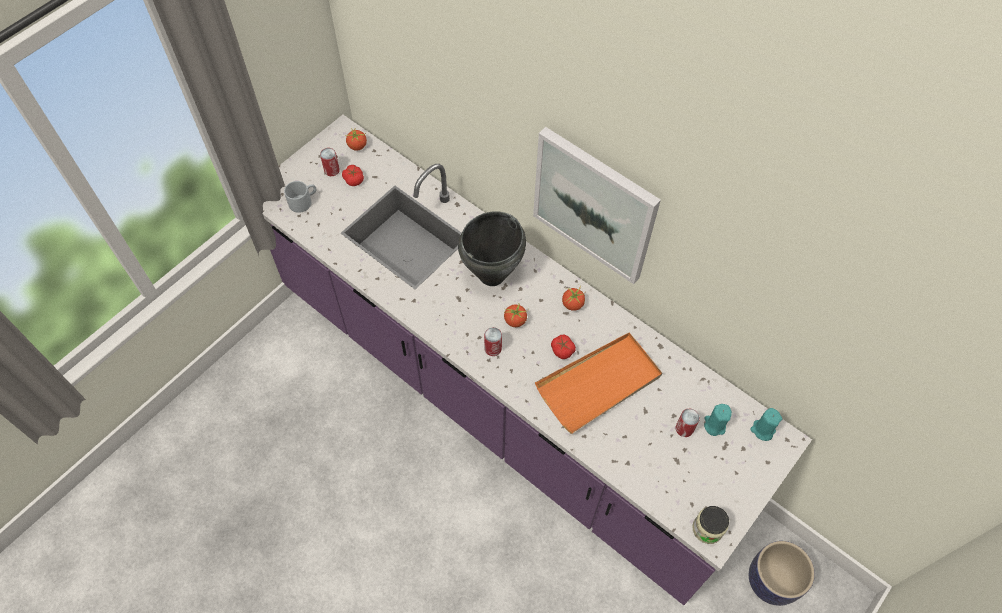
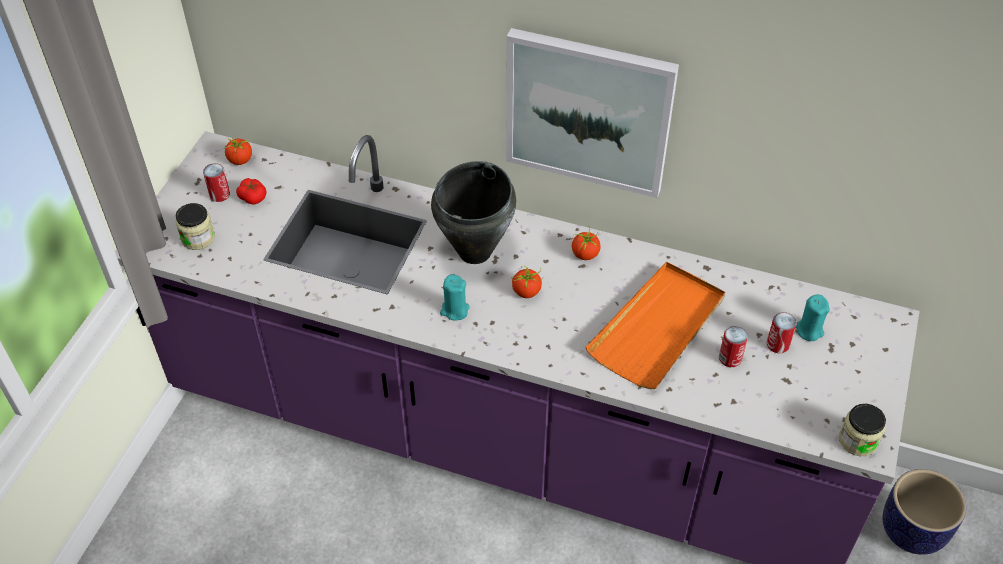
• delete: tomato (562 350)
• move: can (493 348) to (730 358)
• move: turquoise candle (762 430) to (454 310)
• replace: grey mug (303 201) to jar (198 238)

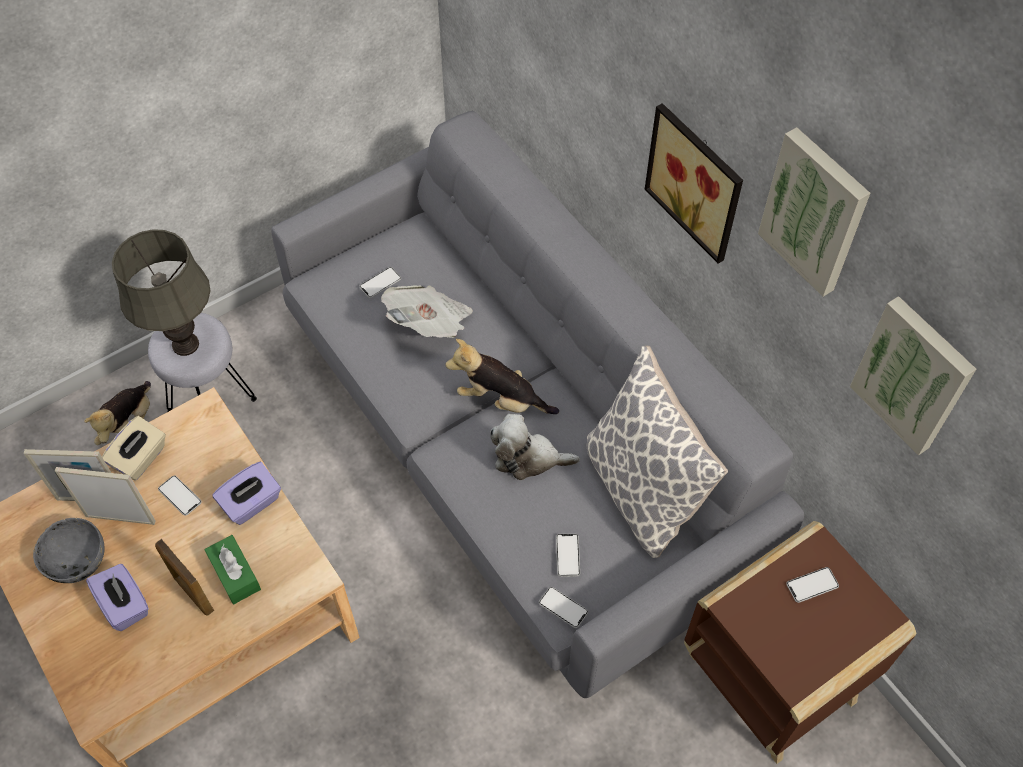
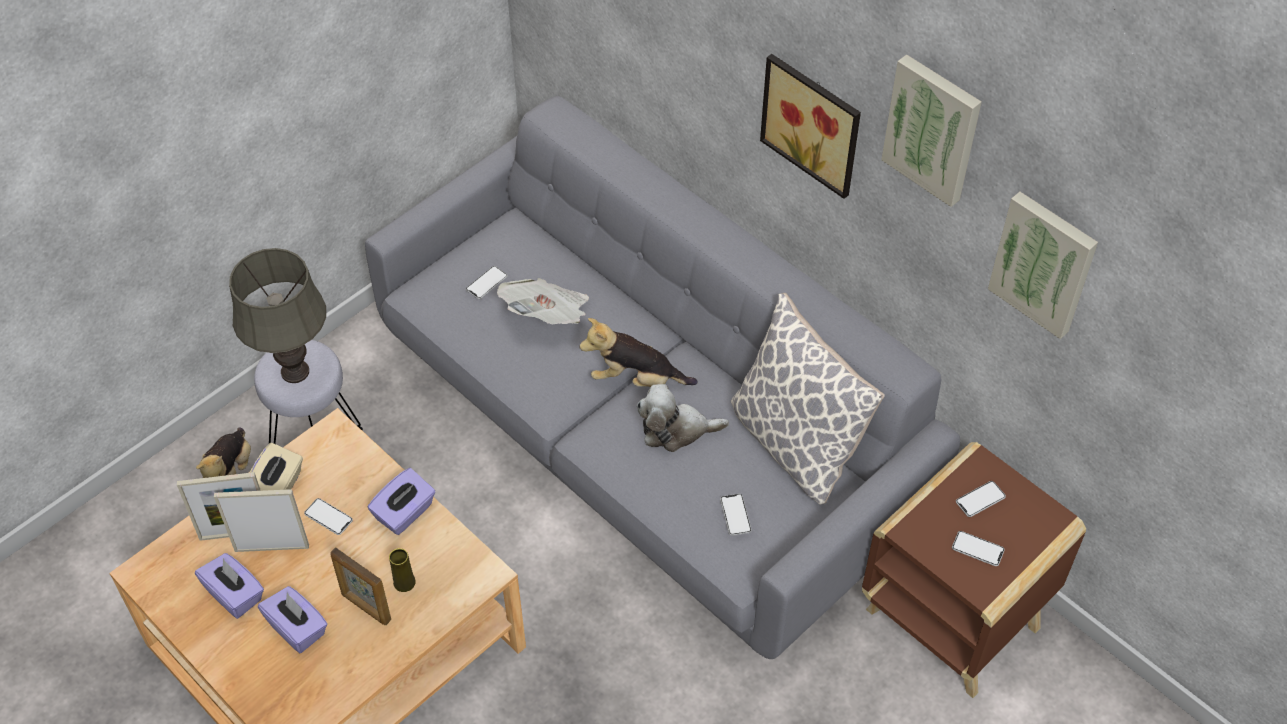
• move: phone (563 607) to (977 549)
• replace: grey bowl (75 560) to purple tissue box (235 594)
• replace: green tissue box (235 574) to yellow vase (404 582)

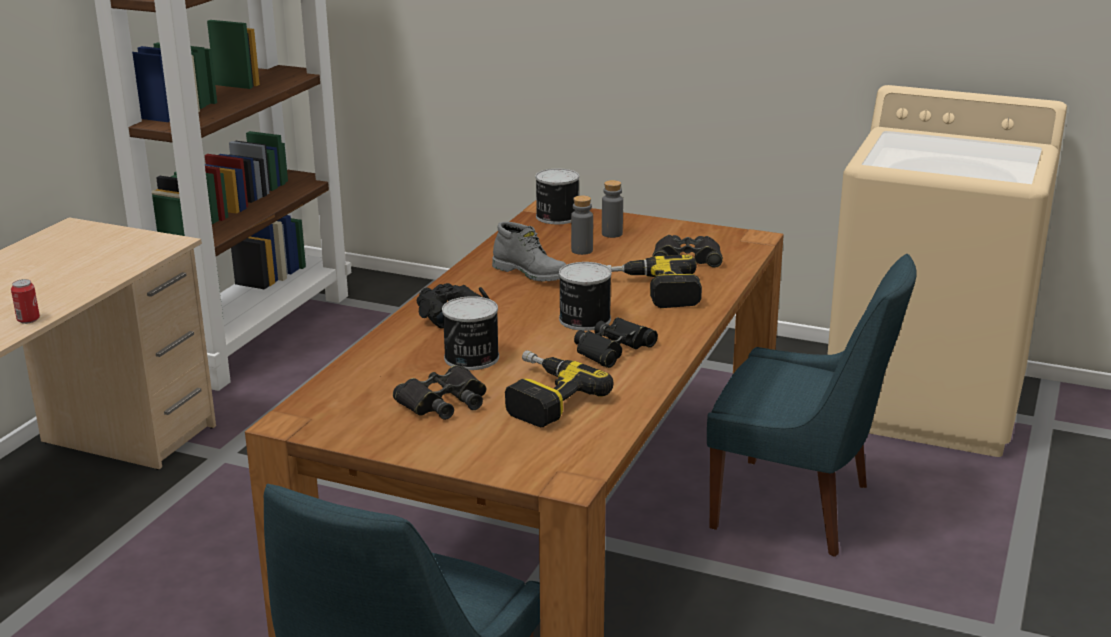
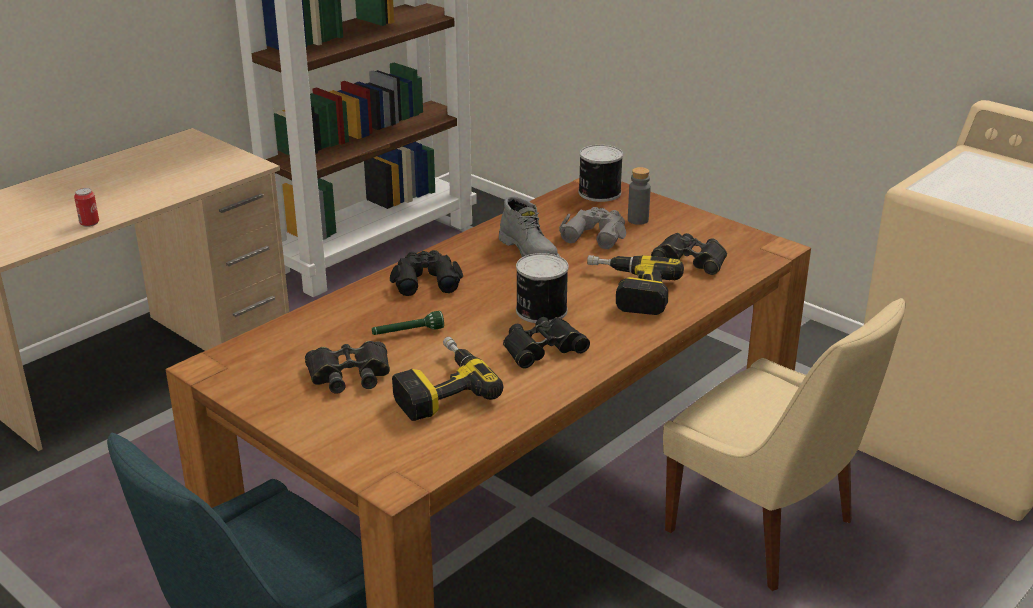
• replace: can (471 358) to green flashlight (407 333)
• replace: grey bottle (582 250) to grey binoculars (595 234)
• recolor: blue chair (798 508) to beige chair (766 529)

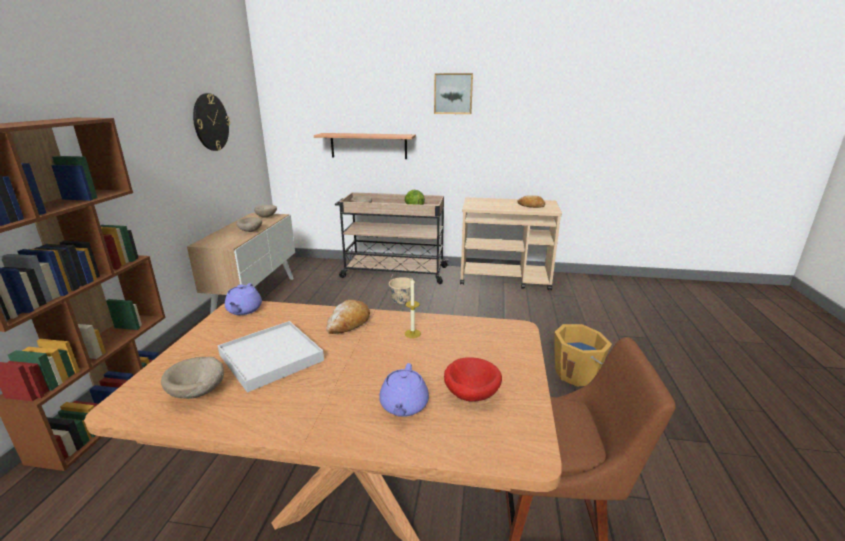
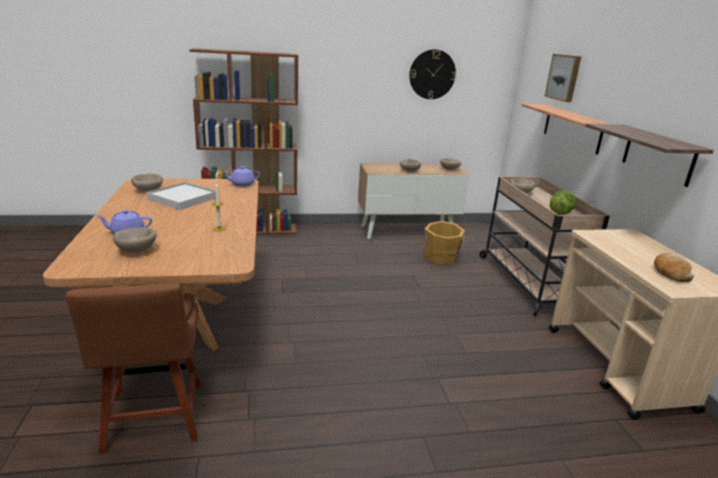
• delete: bread (348 323)
• delete: beige bucket (401 299)
• insert: shelf (658 154)
• move: picture (453 93) to (564 77)
• move: orange bucket (577 374) to (441 258)
• recolor: red bowl (470 393) to beige bowl (137 250)

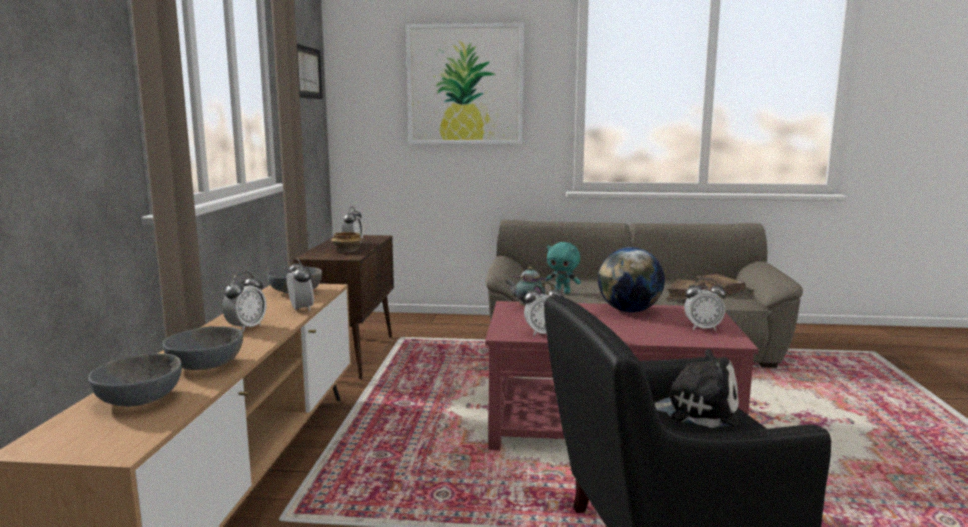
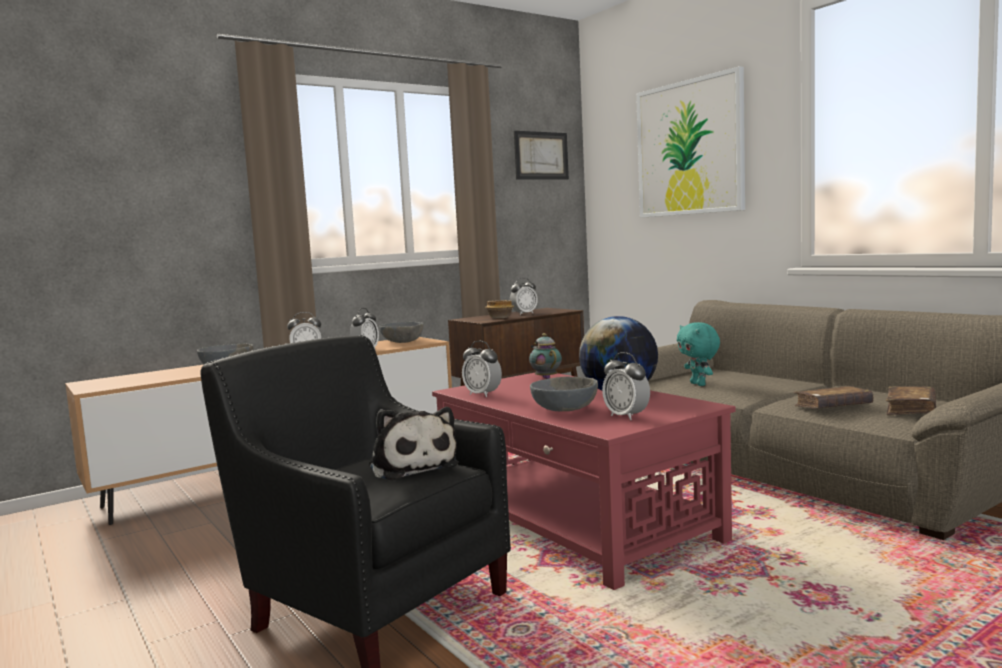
• move: grey bowl (138 400) to (564 409)

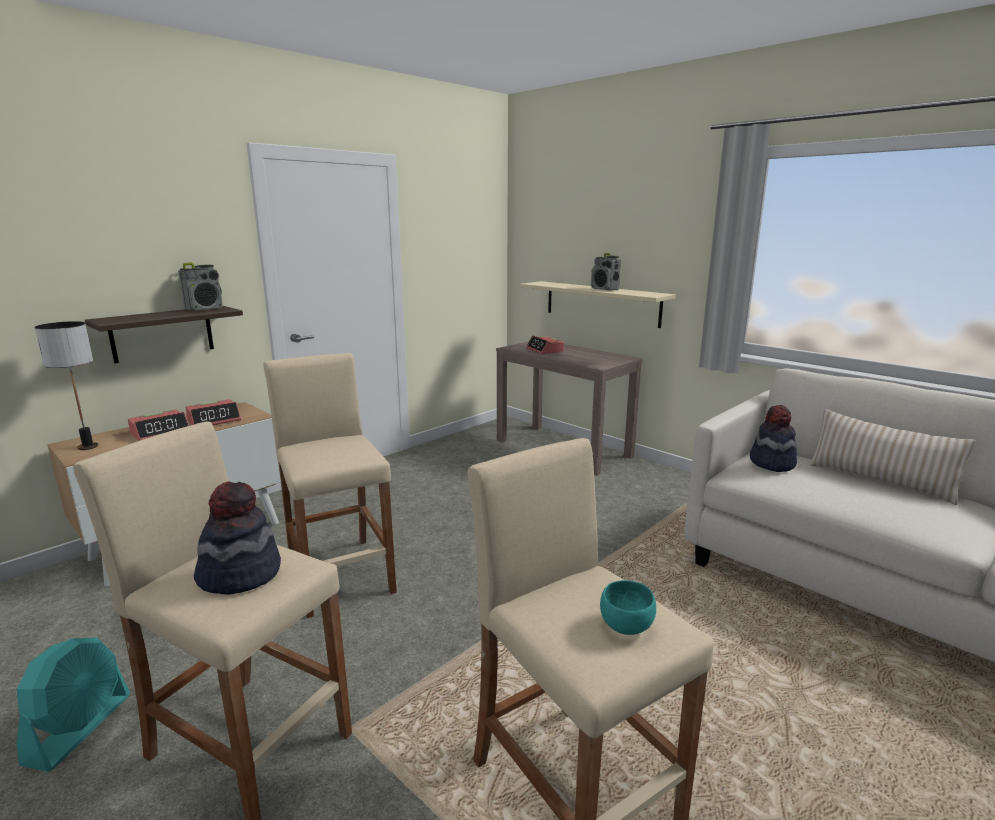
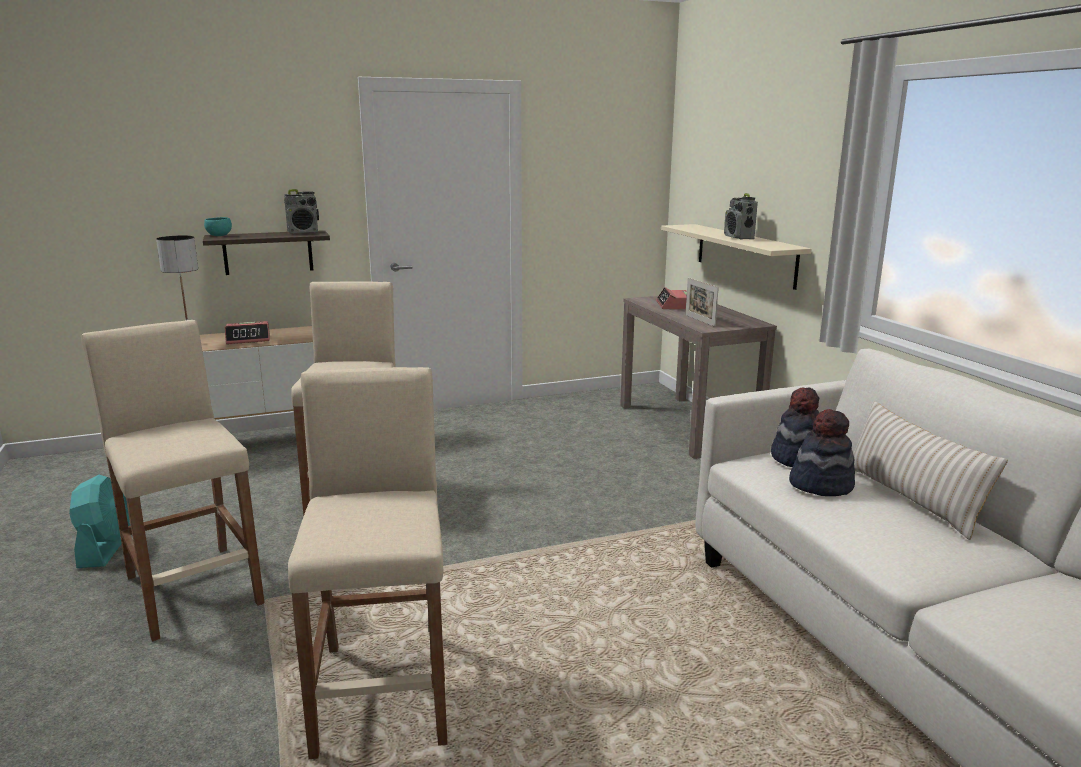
• delete: alarm clock (214 420)
• insert: picture frame (700 320)
• move: hat (240 574) to (821 484)
• move: turquoise bowl (626 628) to (218 236)
• rotate: turquoise fan (79 728) = (105 548) 45 degrees counterclockwise

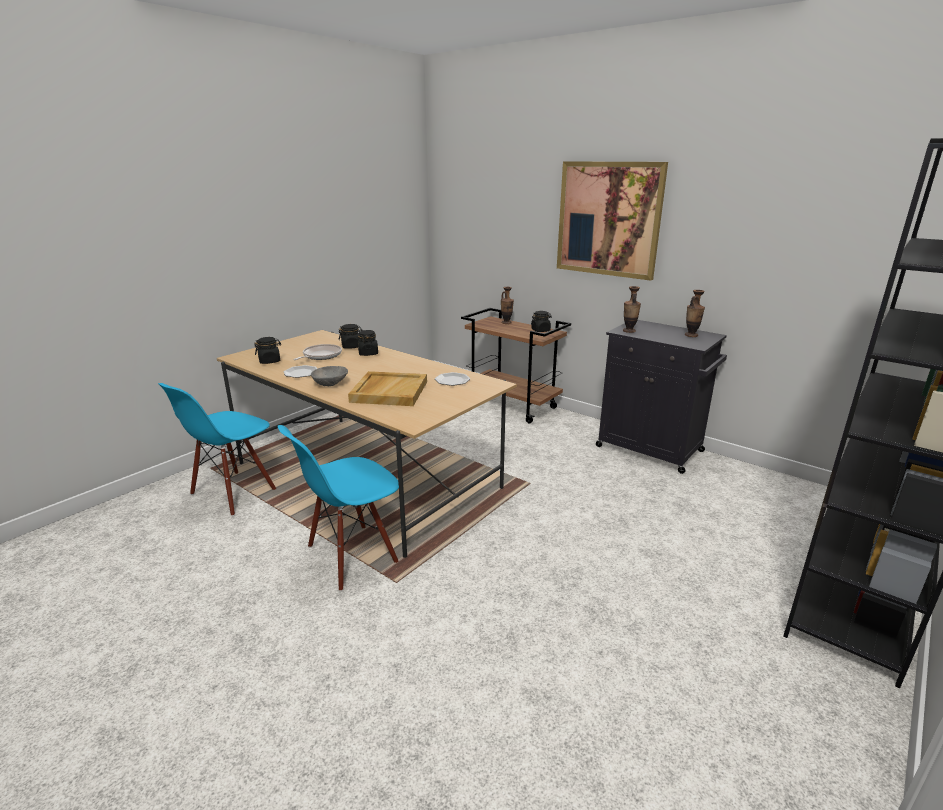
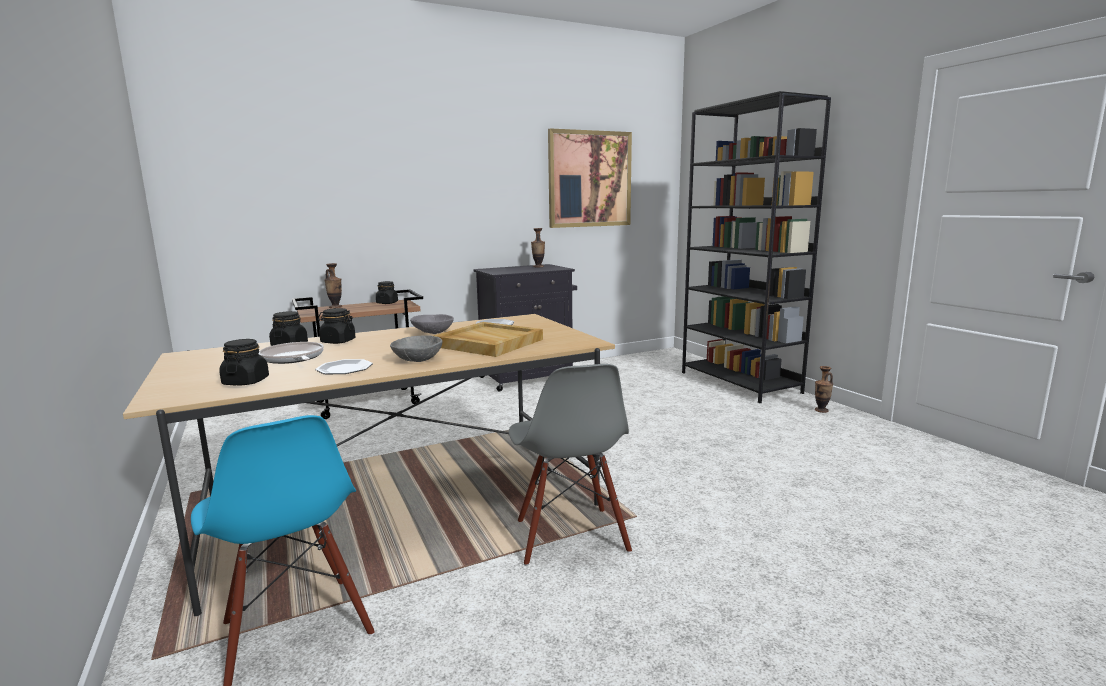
• insert: grey bowl (432 333)
• move: picture (608 219) to (590 179)
• move: vase (629 331) to (821 410)
• recolor: blue chair (352 556) to grey chair (570 536)

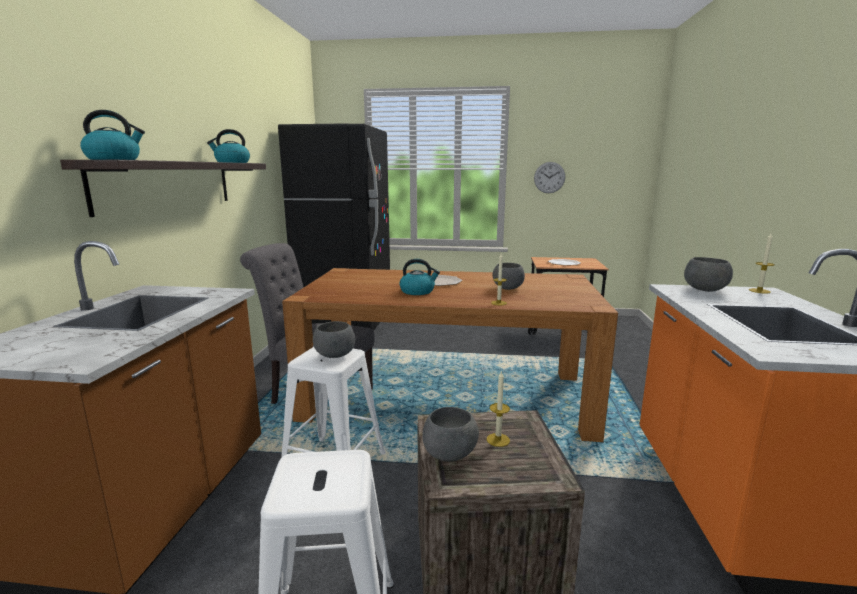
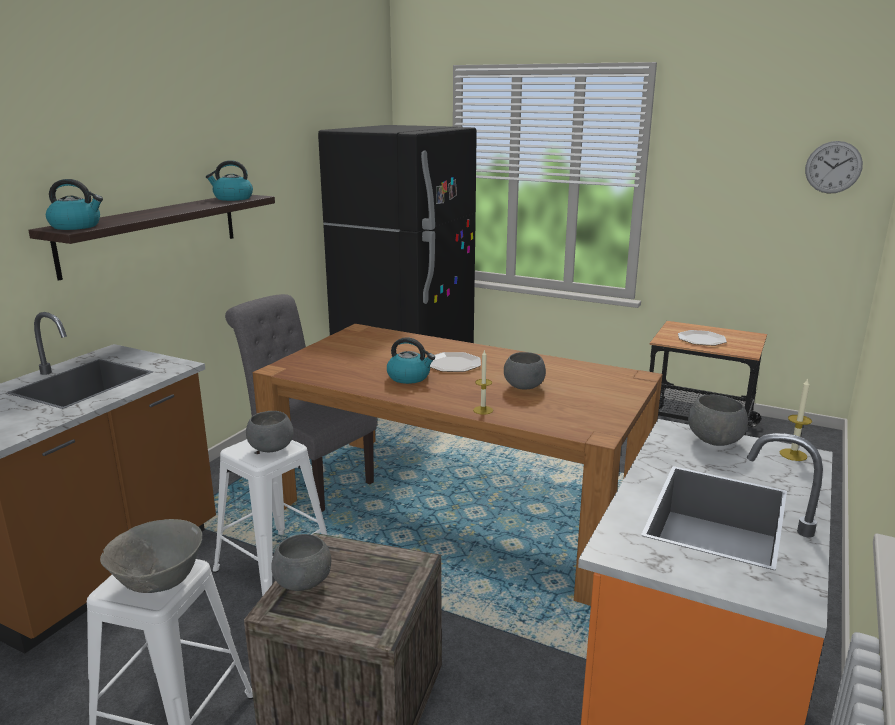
• delete: candle (498 440)
• insert: grey bowl (159 583)
• move: wall clock (549 177) to (833 167)

